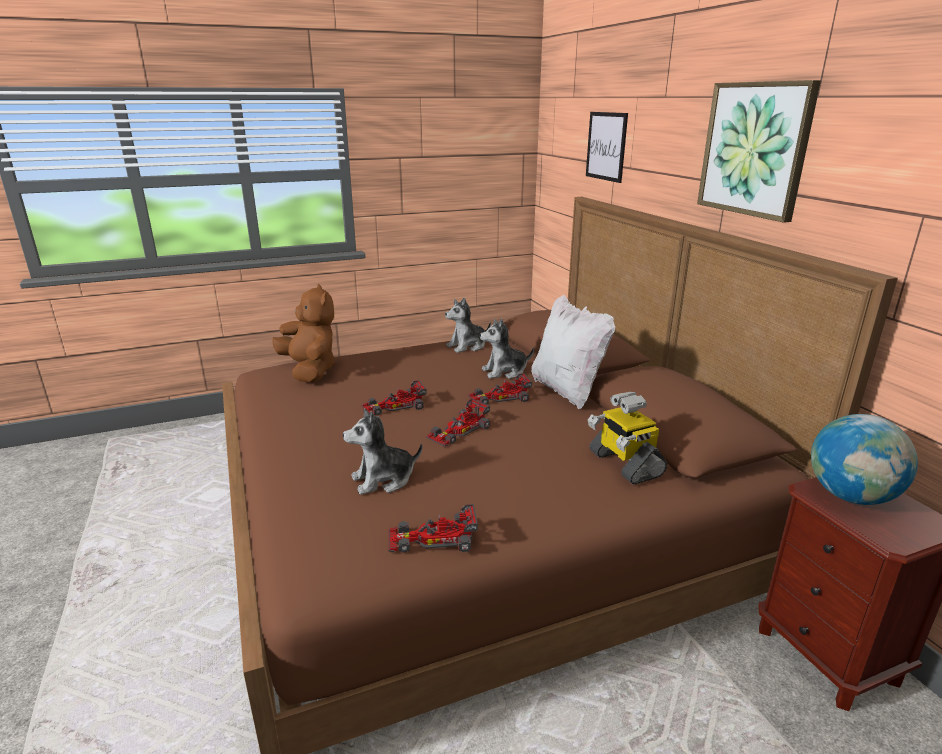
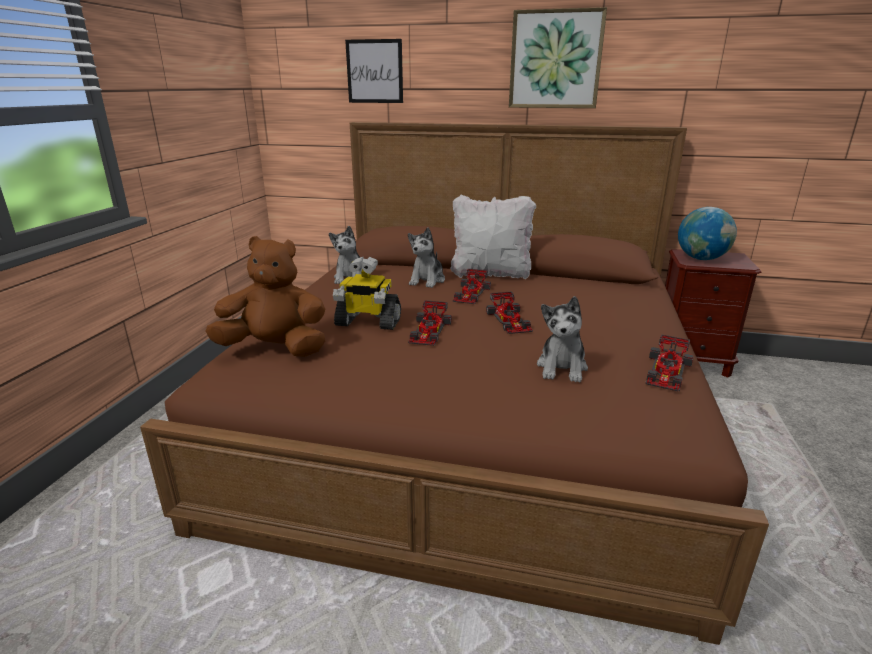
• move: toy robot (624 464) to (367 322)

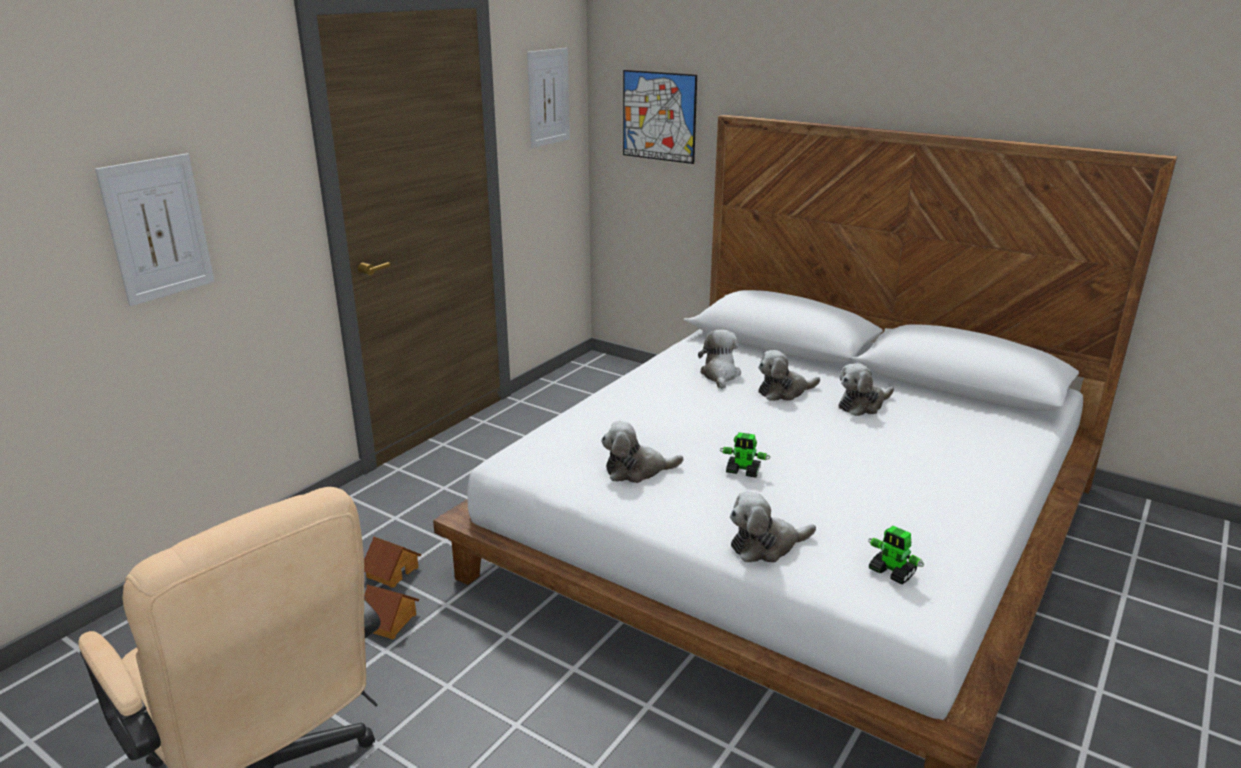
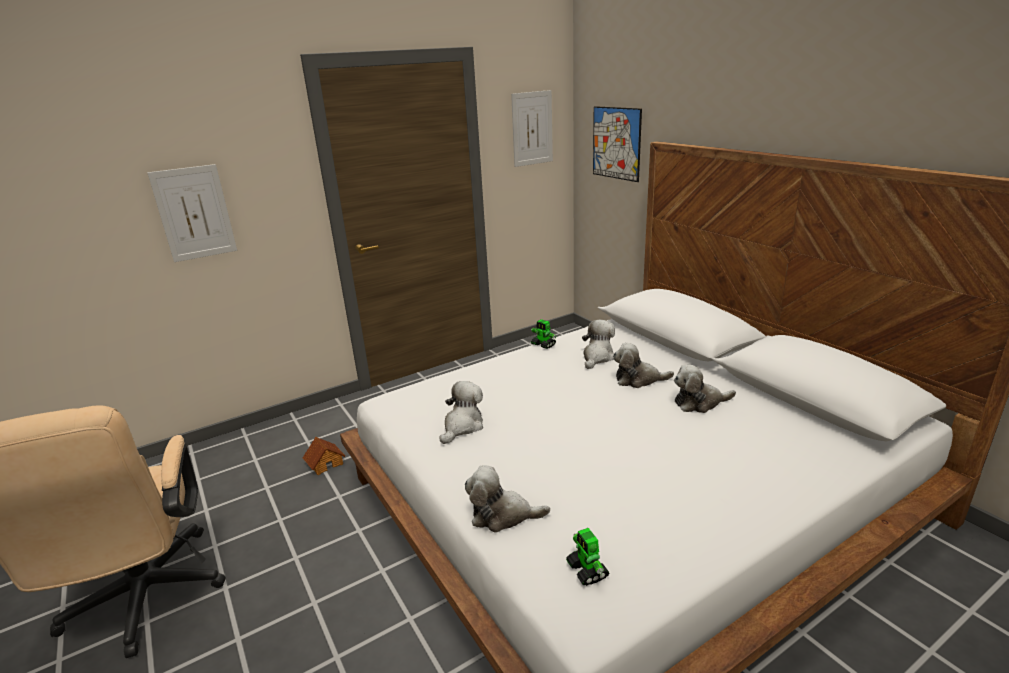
• delete: toy house (389 622)
• move: toy robot (743 471) to (543 345)
• rotate: plush toy (637 470) = (462 426) 105 degrees clockwise

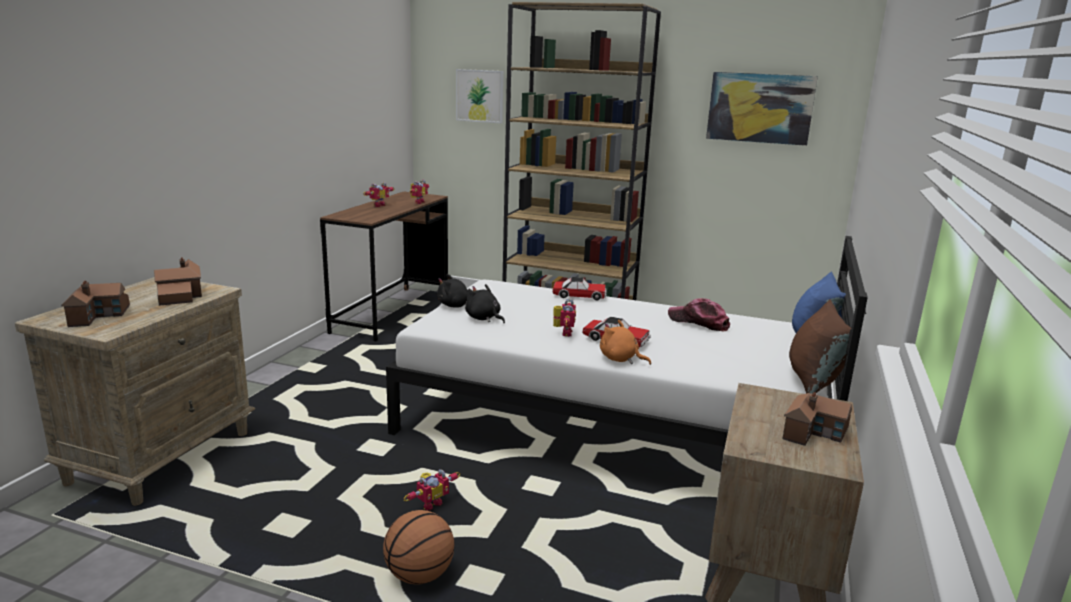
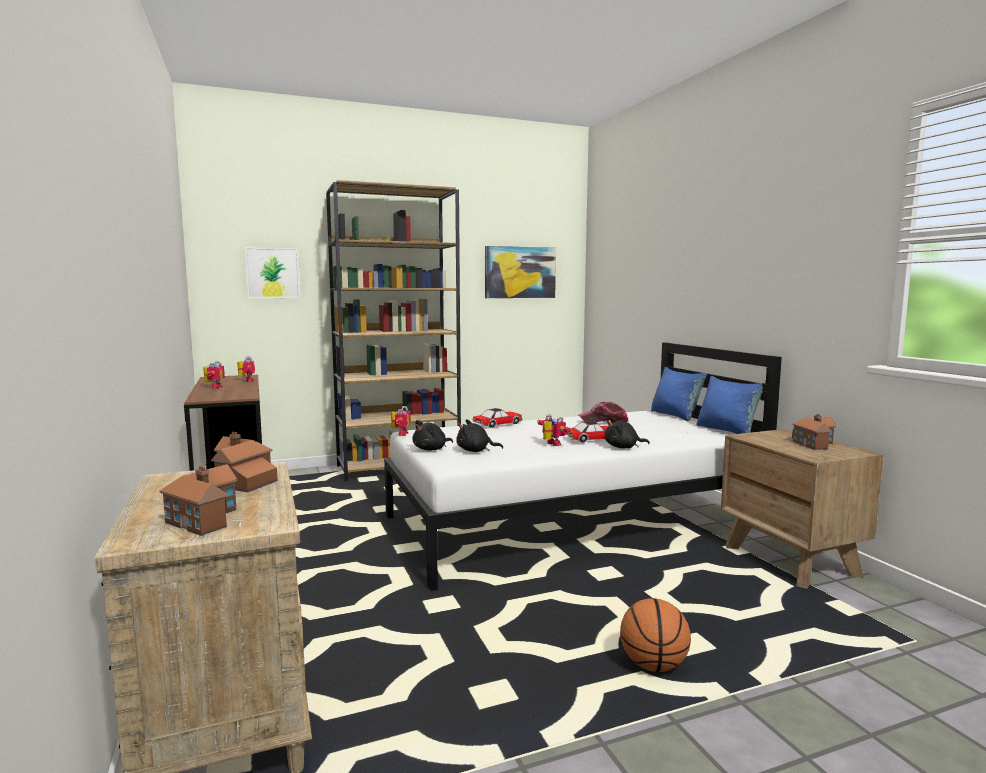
• move: toy robot (430 505) to (400 434)
• recolor: orange plush toy (620 359) to black plush toy (623 447)
• recolor: brown pillow (813 380) to blue pillow (727 431)

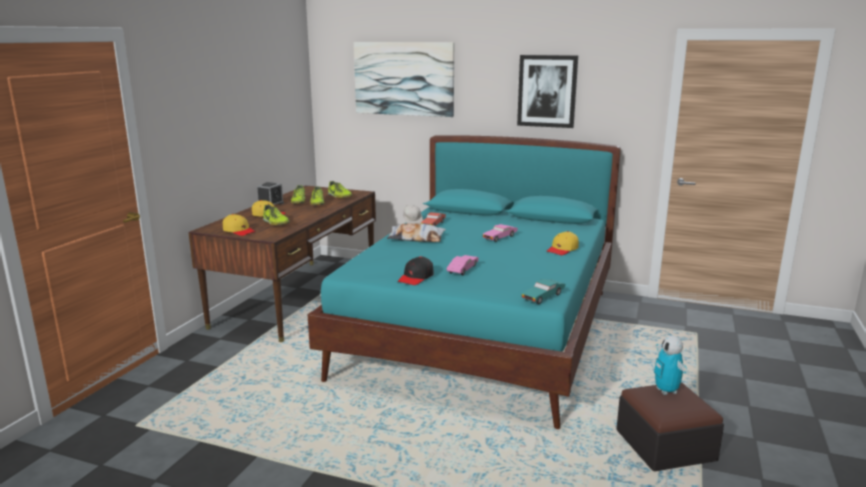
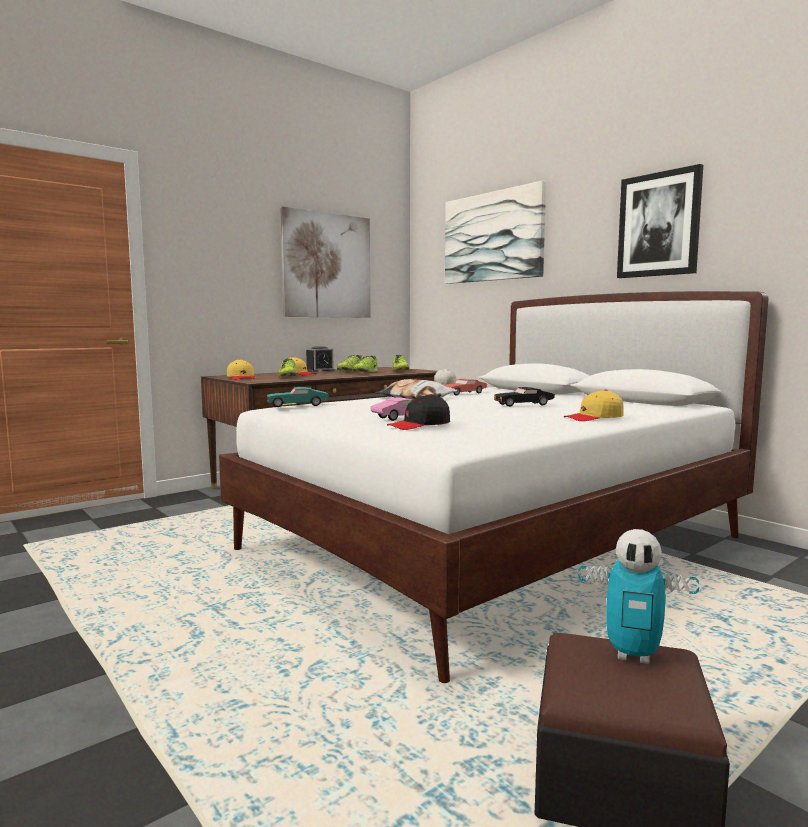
• insert: picture (327 265)
• move: black cap (416 277) to (419 425)
• move: turquoise toy car (543 297) to (298 405)
• recolor: turquoise bed (482 332) to white bed (494 544)
• recolor: pink toy car (500 237) to black toy car (524 404)
• rotate: toy robot (666 391) = (632 655) 90 degrees counterclockwise

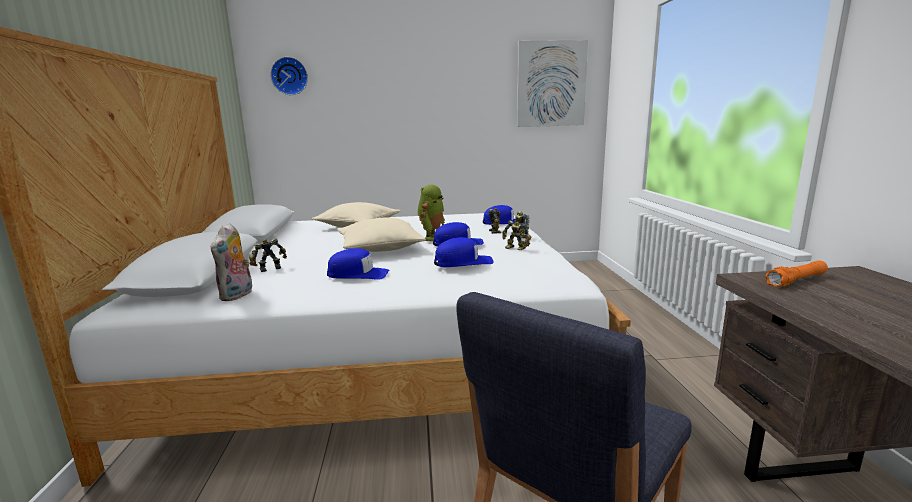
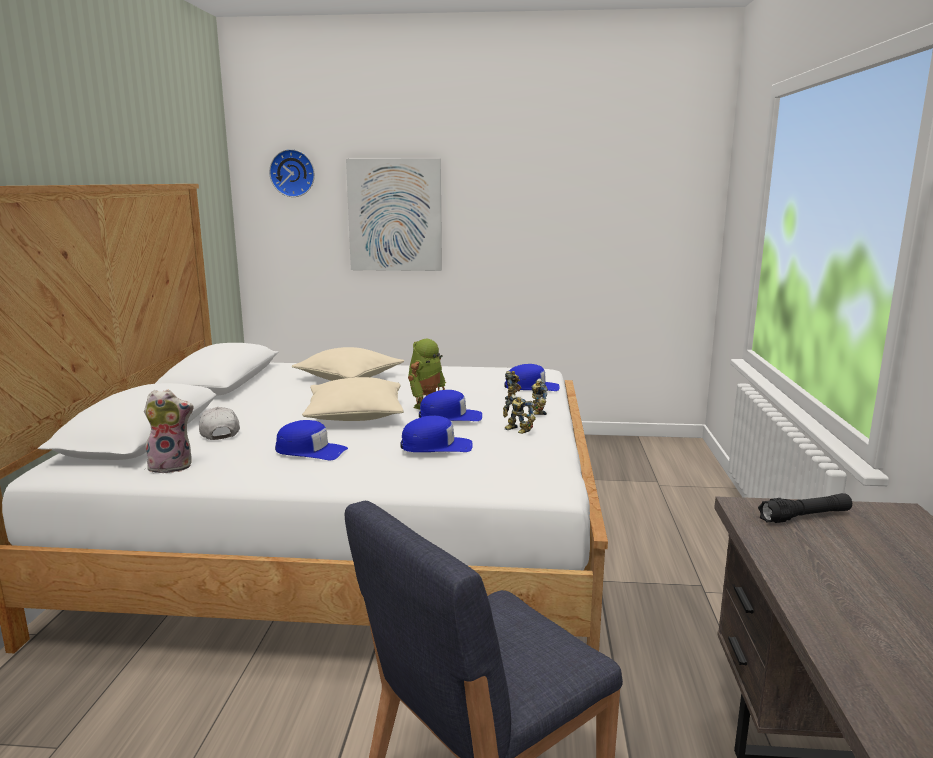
• move: picture (551 84) to (395 215)
• replace: toy robot (269 268) to white cap (219 432)
• recolor: orange flashlight (796 280) to black flashlight (805 516)
• rotate: plush toy (237 295) = (172 466) 120 degrees counterclockwise

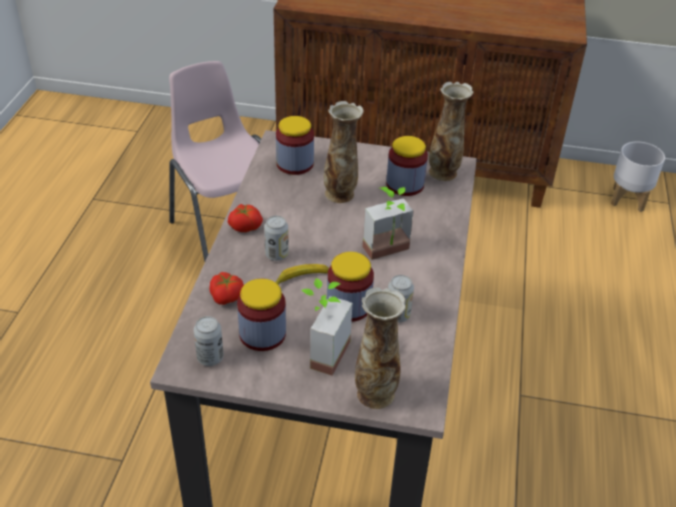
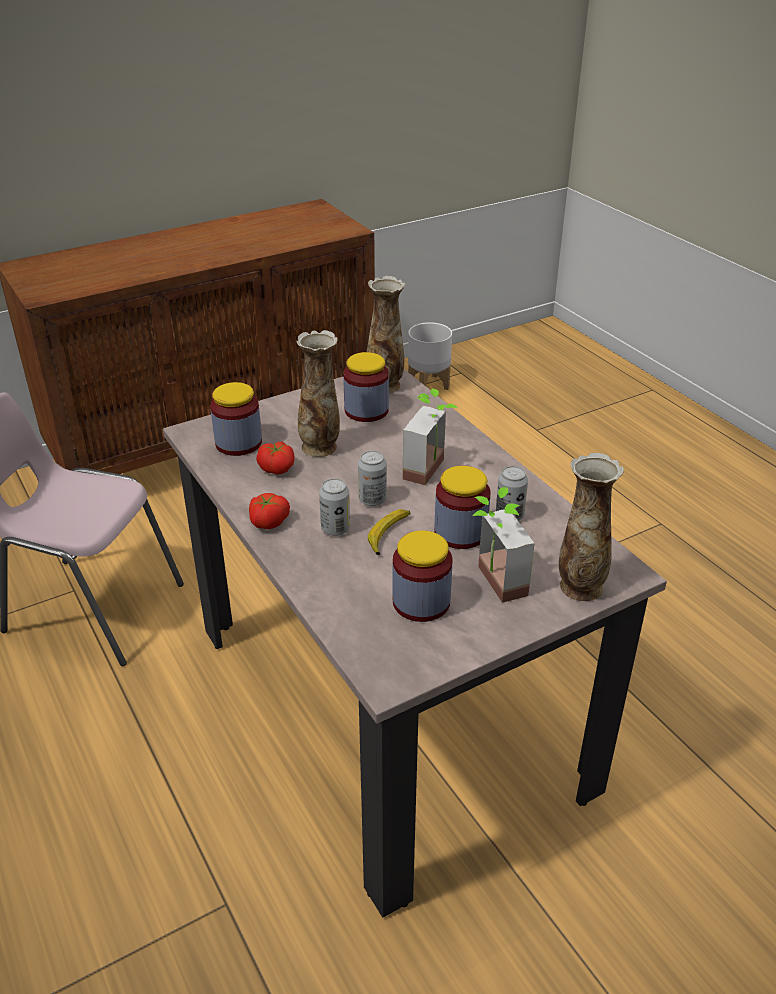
• move: can (210 358) to (372 499)
• move: tomato (227 296) to (277 468)

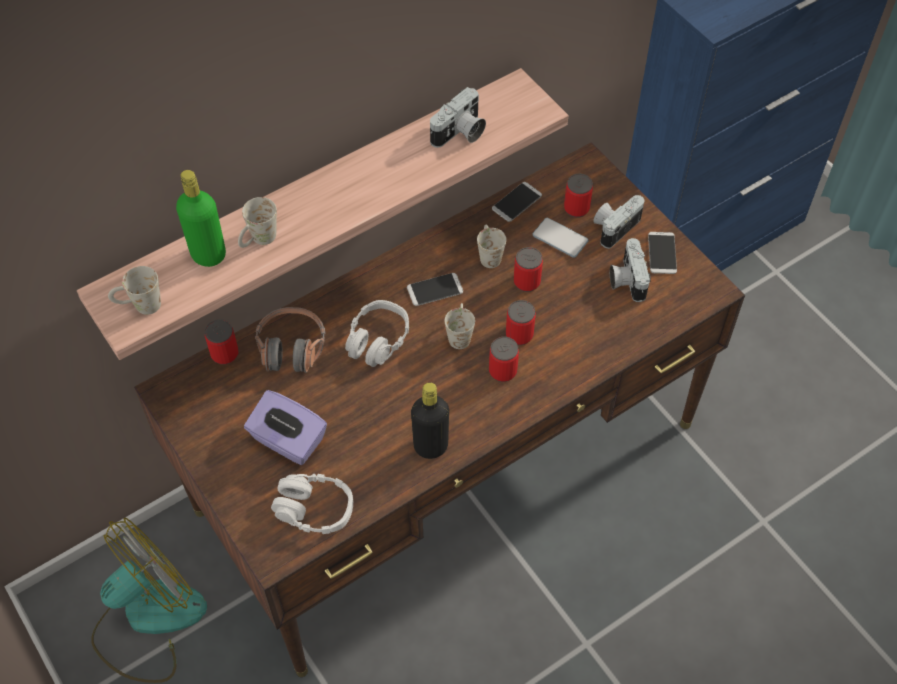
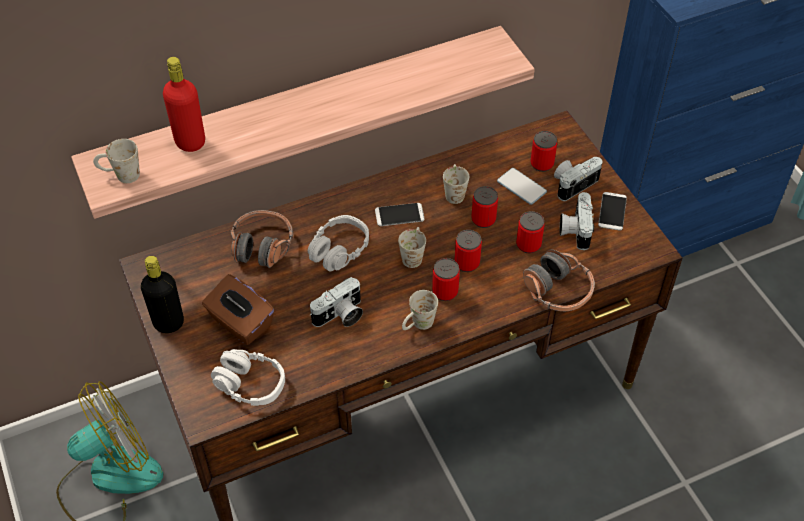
• delete: phone (516 202)
• insert: headphones (558 291)
• move: can (224 354) to (528 244)
• move: white mug (258 241) to (418 325)
• move: black bottle (430 446) to (168 323)
• move: photo camera (460 133) to (340 316)
• recolor: green bottle (208 254) to red bottle (190 142)
• recolor: purple tissue box (288 441) to brown tissue box (240 323)

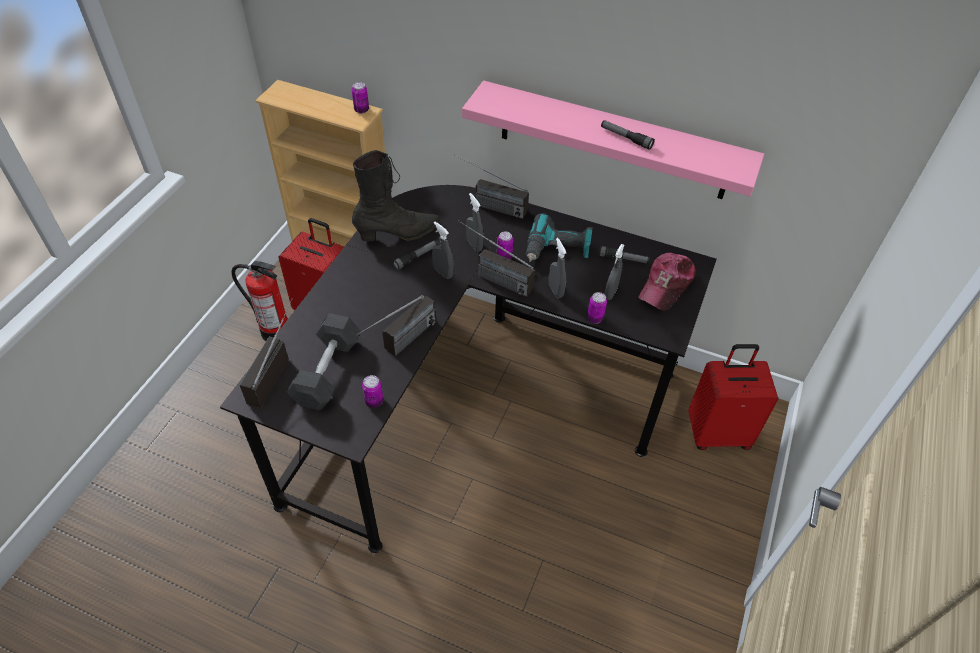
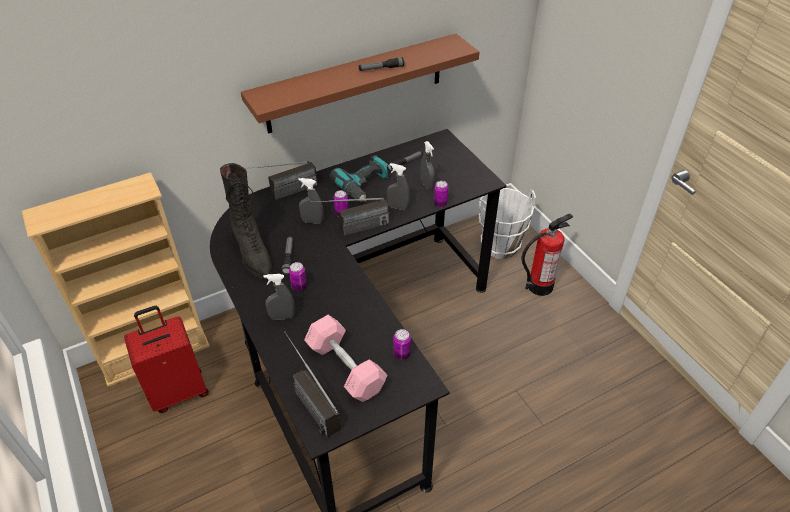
• delete: radio (400 345)
• delete: cap (666 285)
• move: fire extinguisher (276 331) to (539 286)
• move: can (361 110) to (299 287)
• move: grey spray bottle (443 272) to (282 317)
• replace: red suitcase (717 432) to white bucket (499 246)
• recolor: grey dumbbell (327 371) to pink dumbbell (345 367)
• recolor: pink shelf (613 141) to brown shelf (355 84)
• rotate: black boot (398 233) = (253 254) 135 degrees clockwise

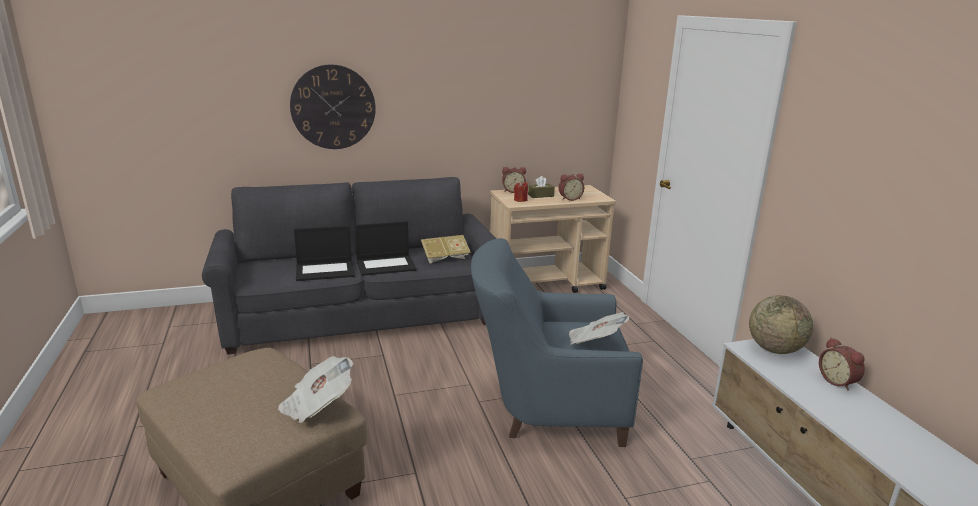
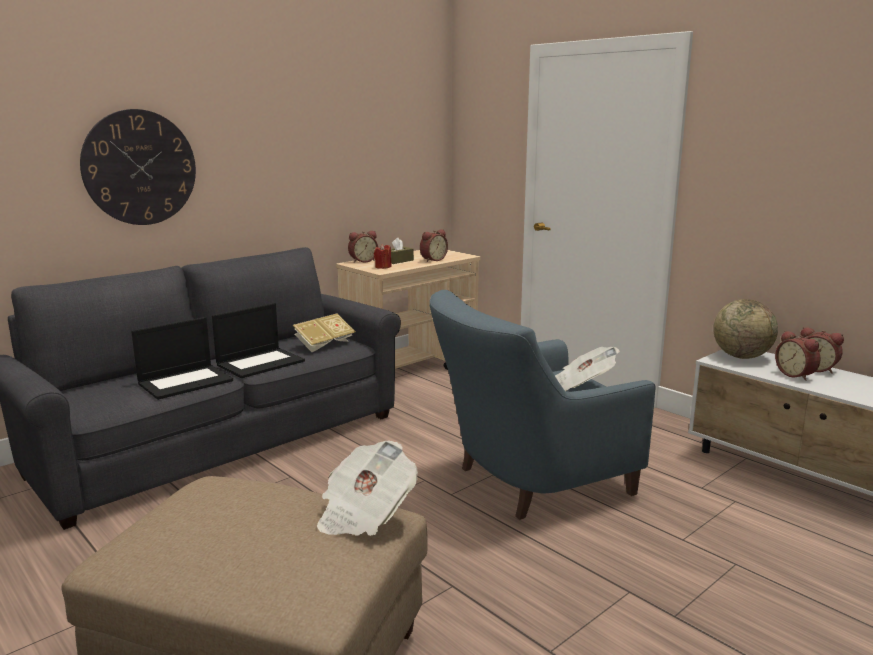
• insert: alarm clock (796 375)

